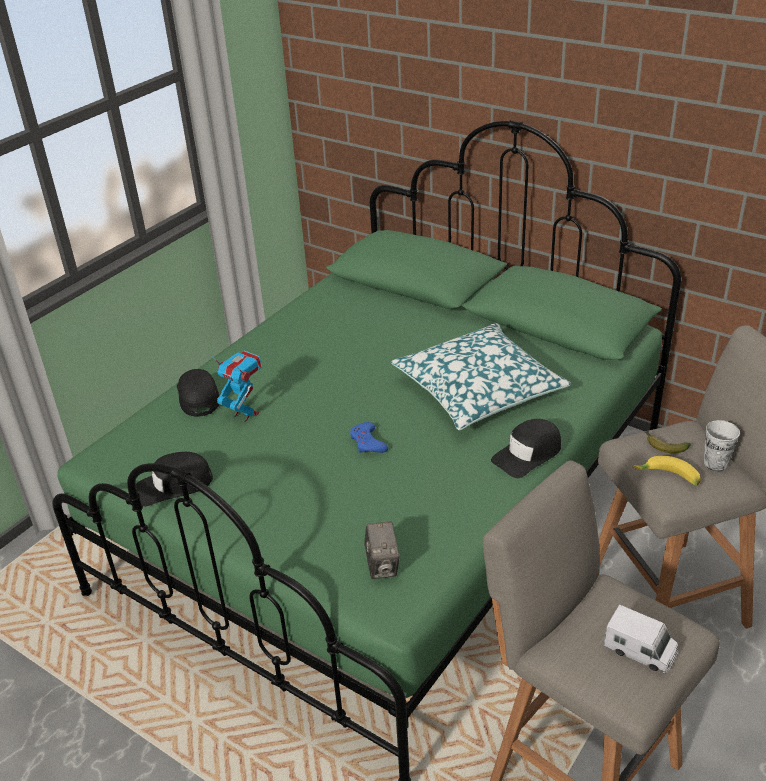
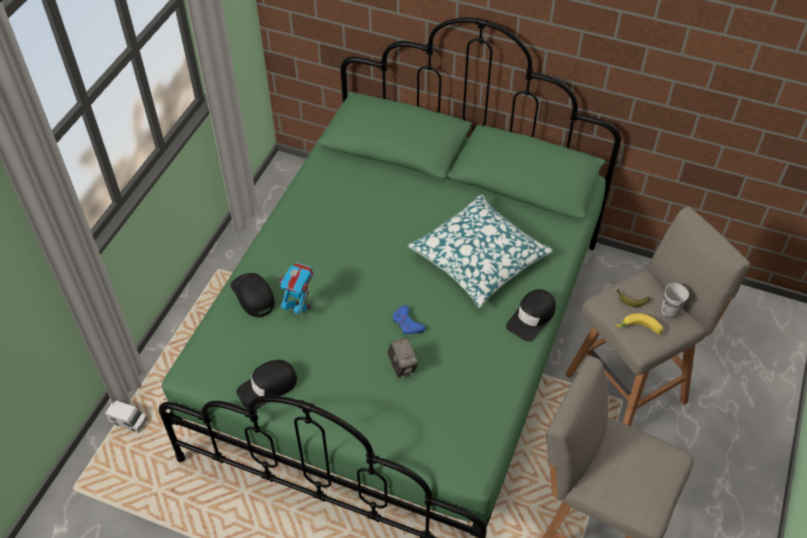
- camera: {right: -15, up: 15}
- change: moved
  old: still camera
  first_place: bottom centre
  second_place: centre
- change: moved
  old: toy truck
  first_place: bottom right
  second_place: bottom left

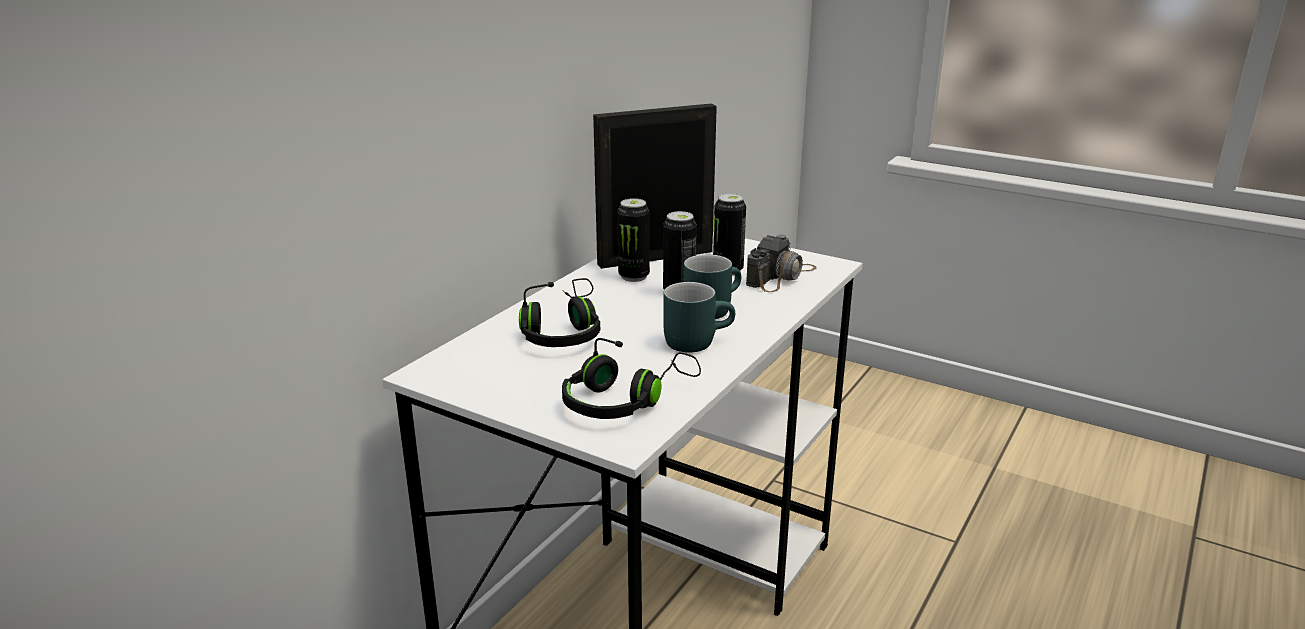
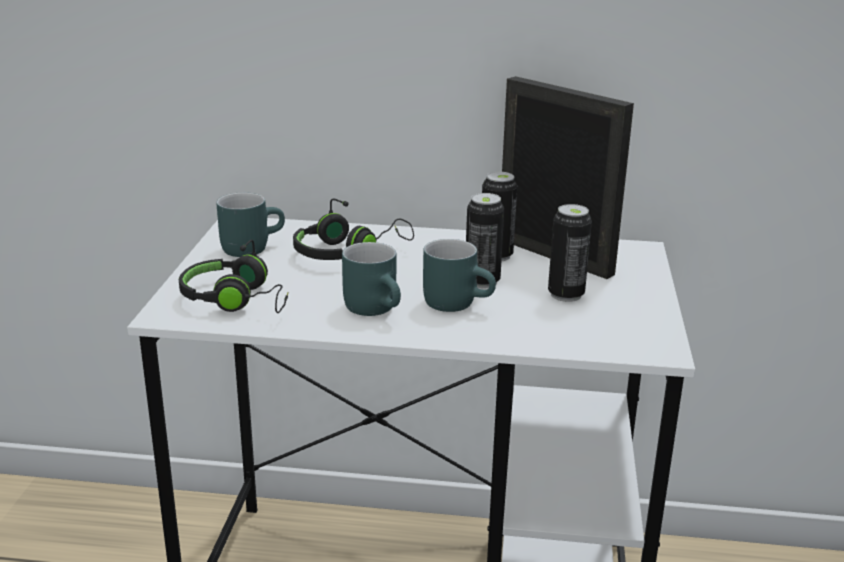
- camera: {right: 65, up: 0}
- change: removed
  old: still camera
  first_place: centre
- change: added
  new: coffee mug (turquoise-coloured) (1st from left)
  second_place: middle left

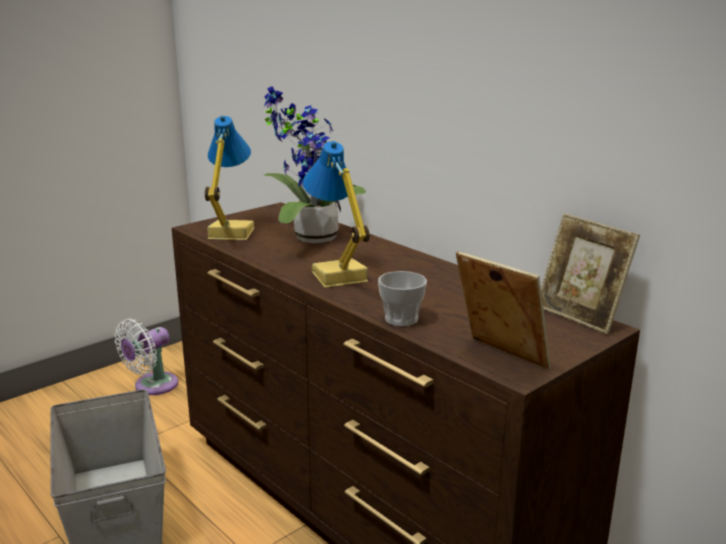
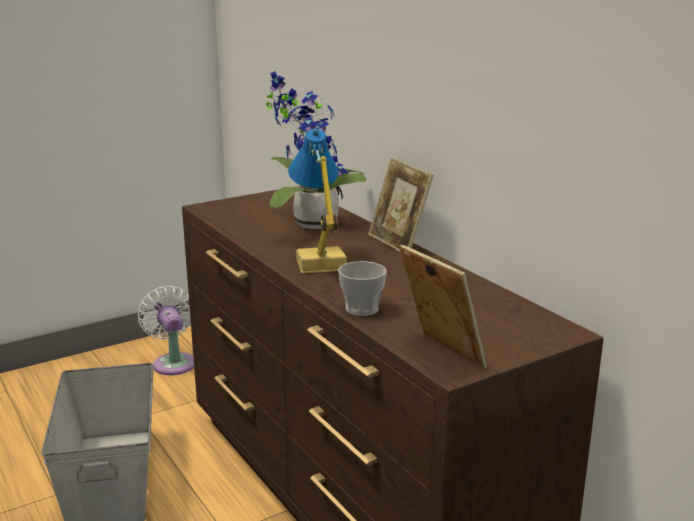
- camera: {right: 10, up: 0}
- change: removed
  old: tabletop lamp (1st from left)
  first_place: top left
- change: moved
  old: photo frame (2nd from left in the first image)
  new: photo frame (1st from left)
  first_place: middle right
  second_place: centre
- change: turned
  old: electric fan (white)
  first_place: middle left
  second_place: middle left
  degrees: 105

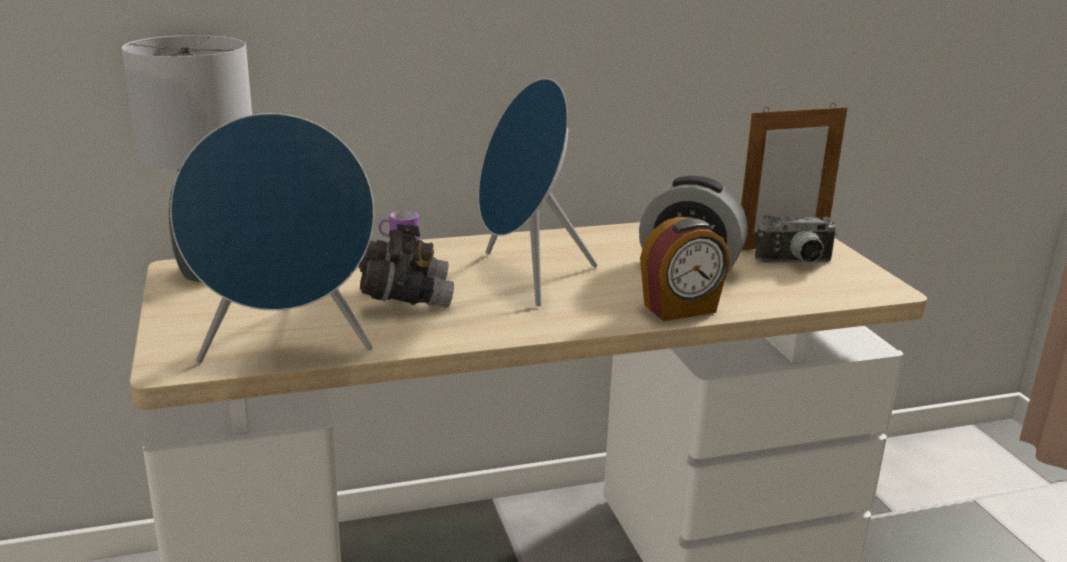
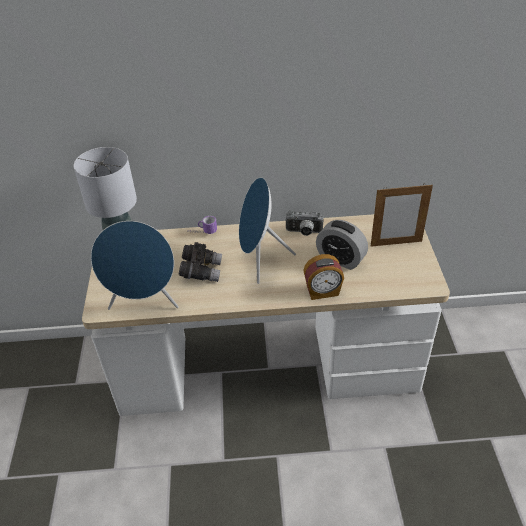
- camera: {right: 15, up: 20}
- change: moved
  old: still camera
  first_place: middle right
  second_place: centre

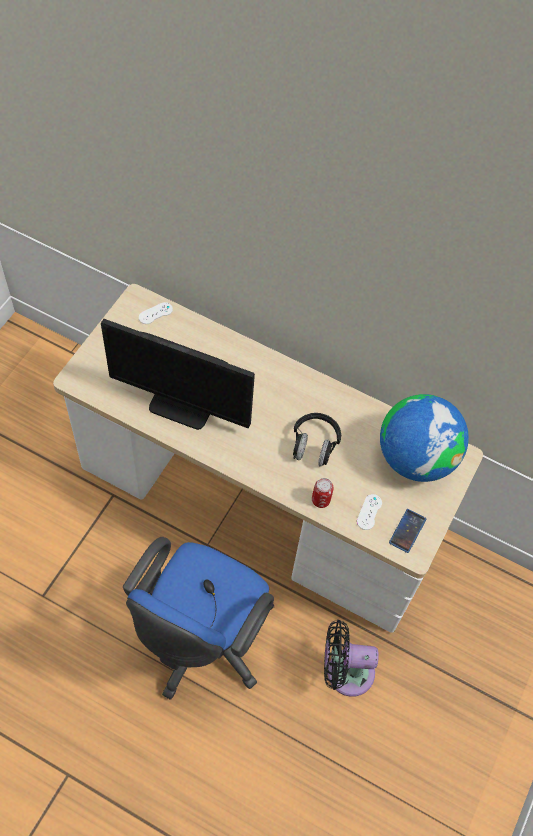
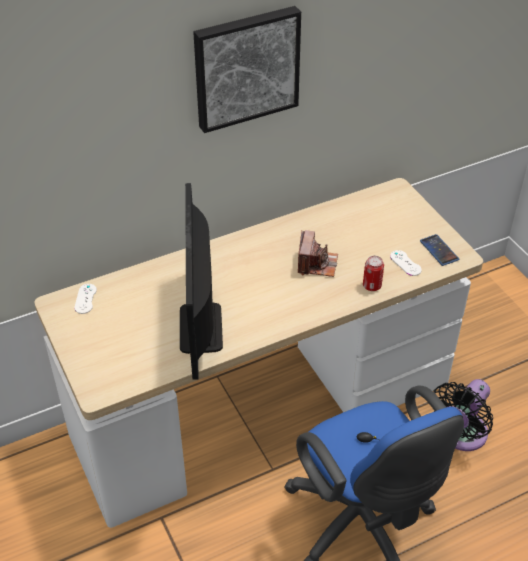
- camera: {right: -50, up: -15}
- change: removed
  old: globe
  first_place: middle right
- change: added
  new: wall art
  second_place: top centre
- change: replaced
  old: headset (black)
  new: still camera
  first_place: centre
  second_place: centre
- change: turned
  old: computer display
  first_place: centre
  second_place: centre
  degrees: 120

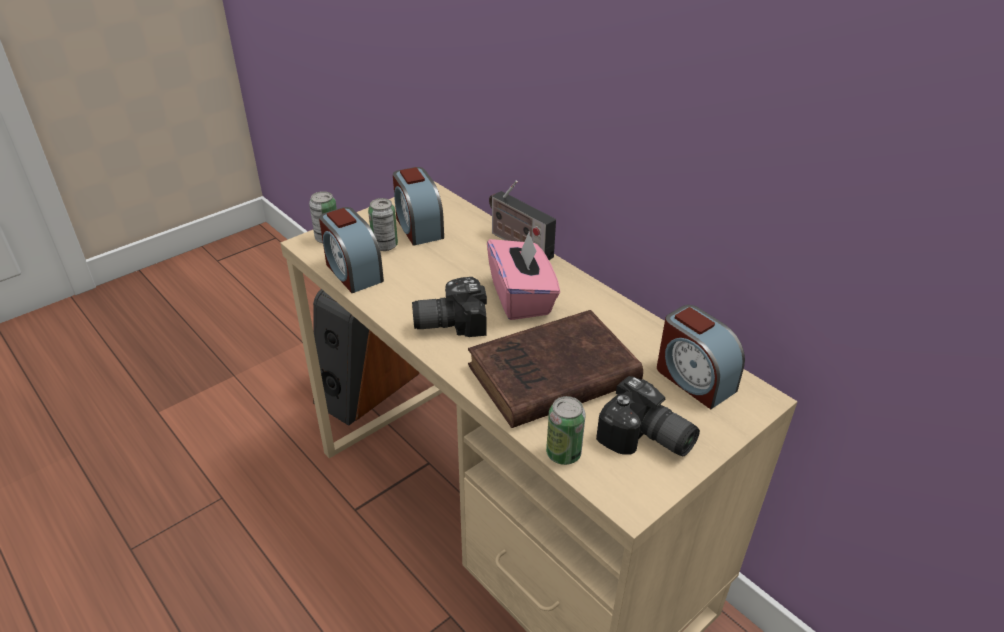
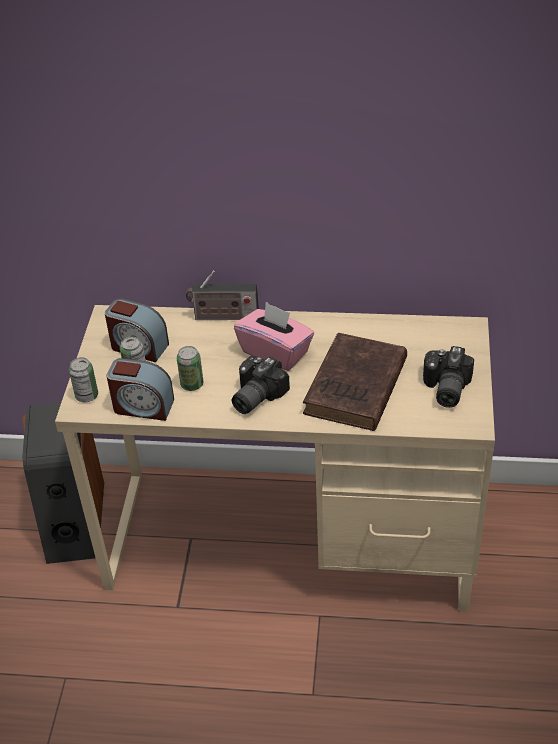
- camera: {right: -40, up: 5}
- change: removed
  old: alarm clock (3rd from left)
  first_place: middle right
- change: moved
  old: sealed can (3rd from left)
  first_place: bottom centre
  second_place: centre
- change: turned
  old: still camera (2nd from left)
  first_place: centre
  second_place: middle right
  degrees: 105

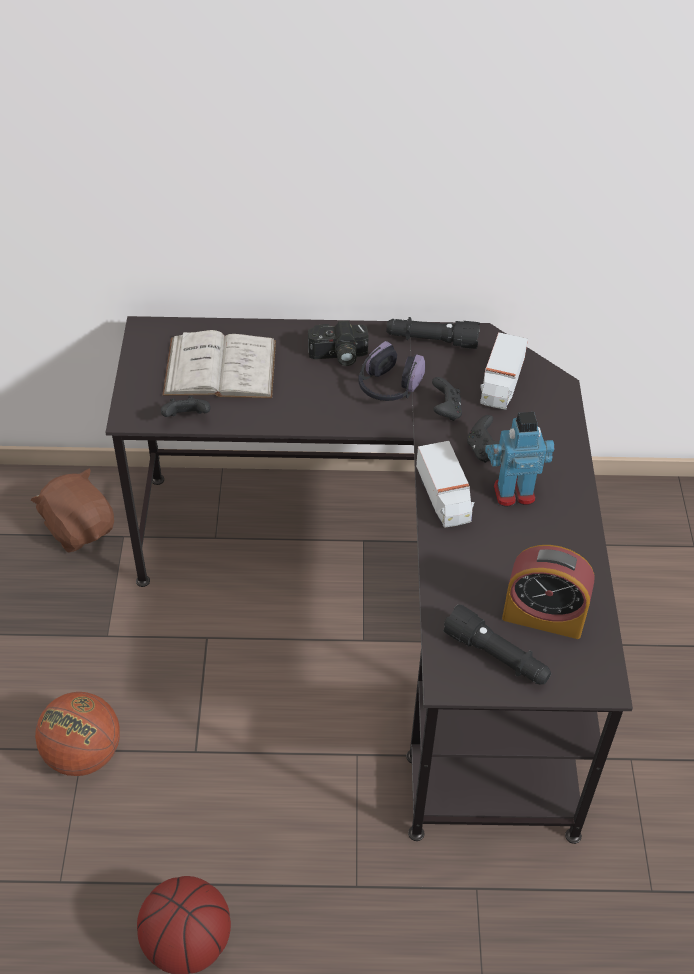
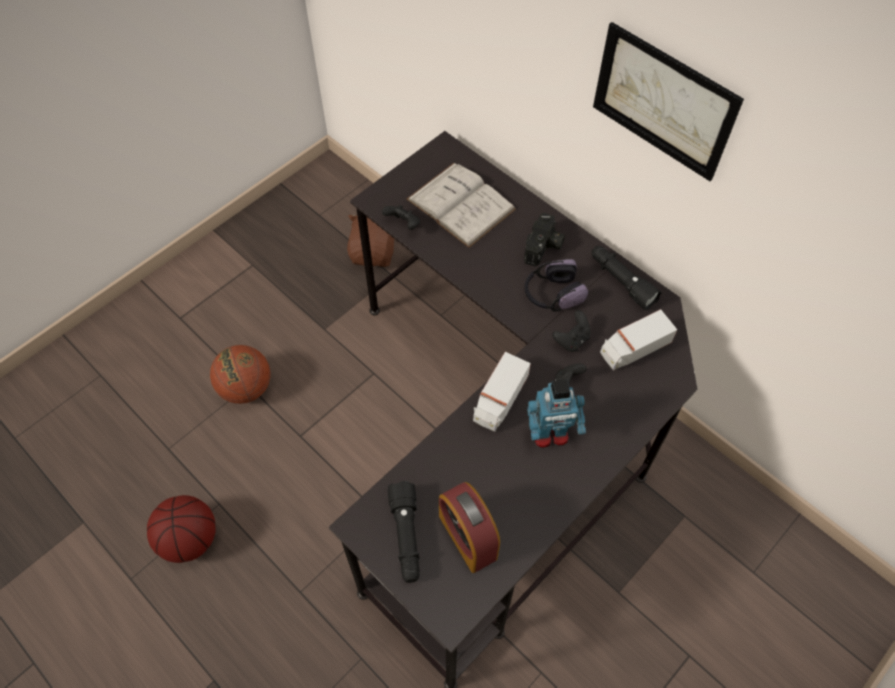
- camera: {right: 45, up: 10}
- change: added
  new: wall art
  second_place: top right
- change: turned
  old: still camera
  first_place: centre
  second_place: centre
  degrees: -105
- change: turned
  old: robot figure
  first_place: middle right
  second_place: centre
  degrees: 135

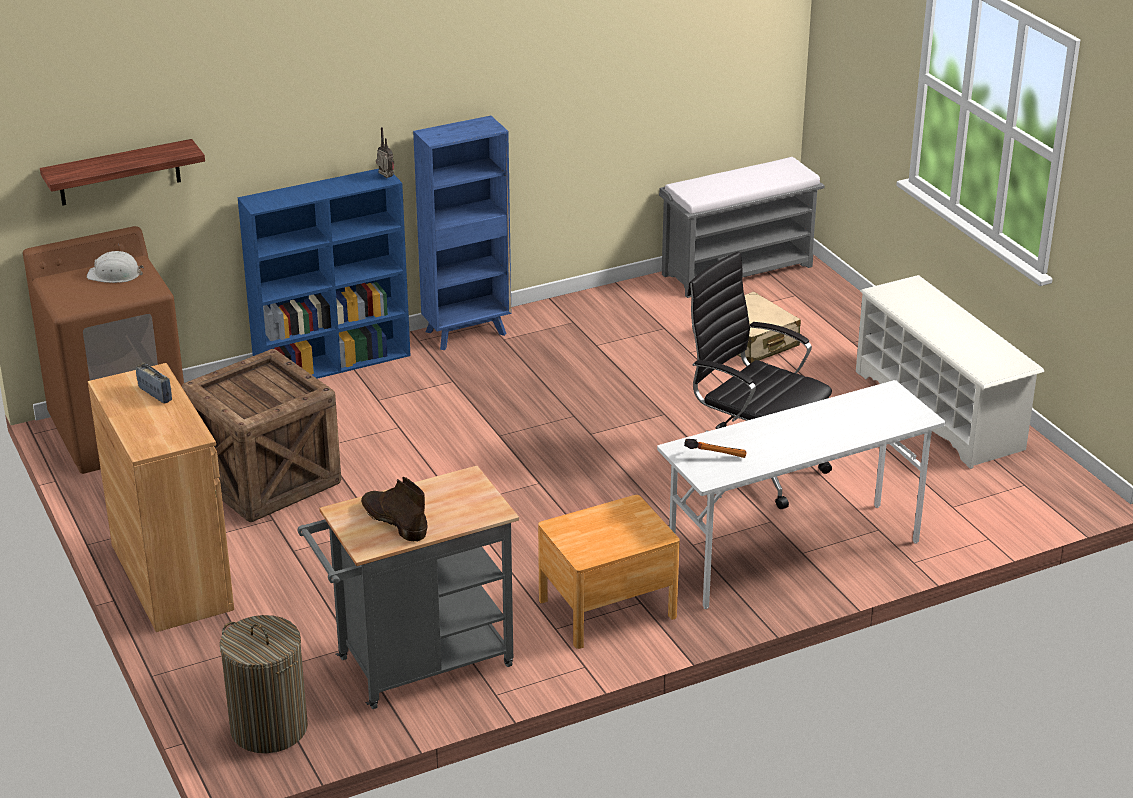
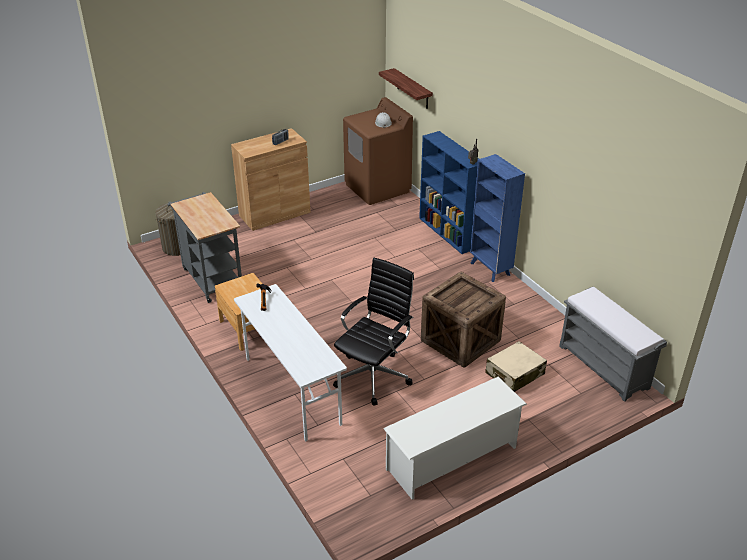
- camera: {right: 85, up: 5}
- change: removed
  old: high-top boot (brownish)
  first_place: centre
- change: moved
  old: crate
  first_place: middle left
  second_place: centre

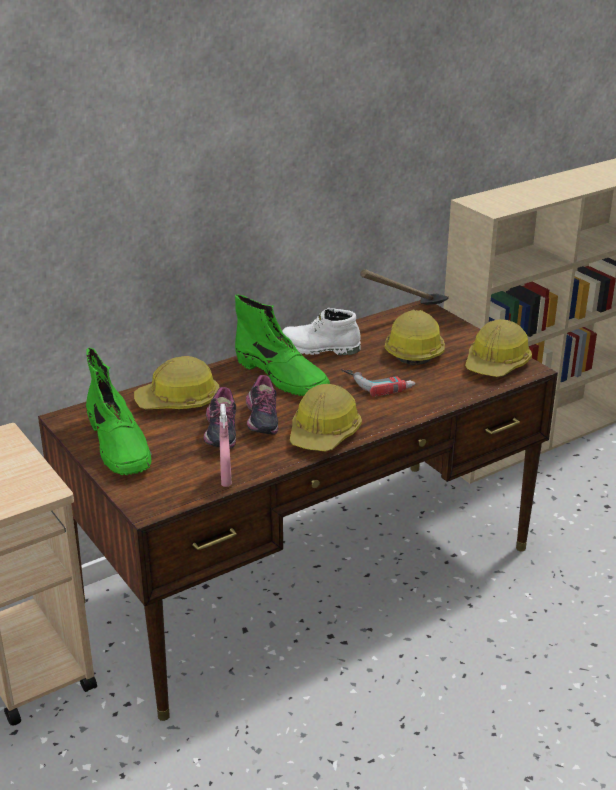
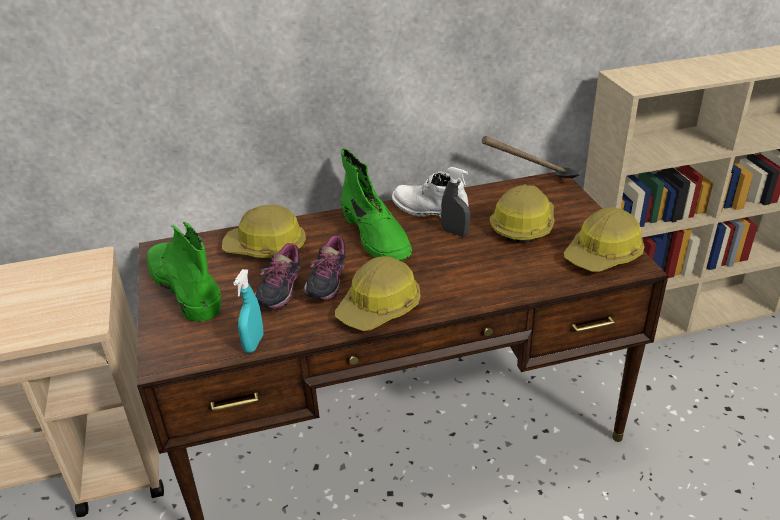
- camera: {right: 20, up: 5}
- change: removed
  old: power drill
  first_place: centre
- change: added
  new: hand sprayer (gray)
  second_place: centre
- change: recoloured
  old: hand sprayer (pink)
  new: hand sprayer (turquoise-coloured)
  first_place: centre
  second_place: middle left
- change: turned
  old: high-top boot (green-coloured) (1st from left)
  first_place: middle left
  second_place: middle left
  degrees: 150

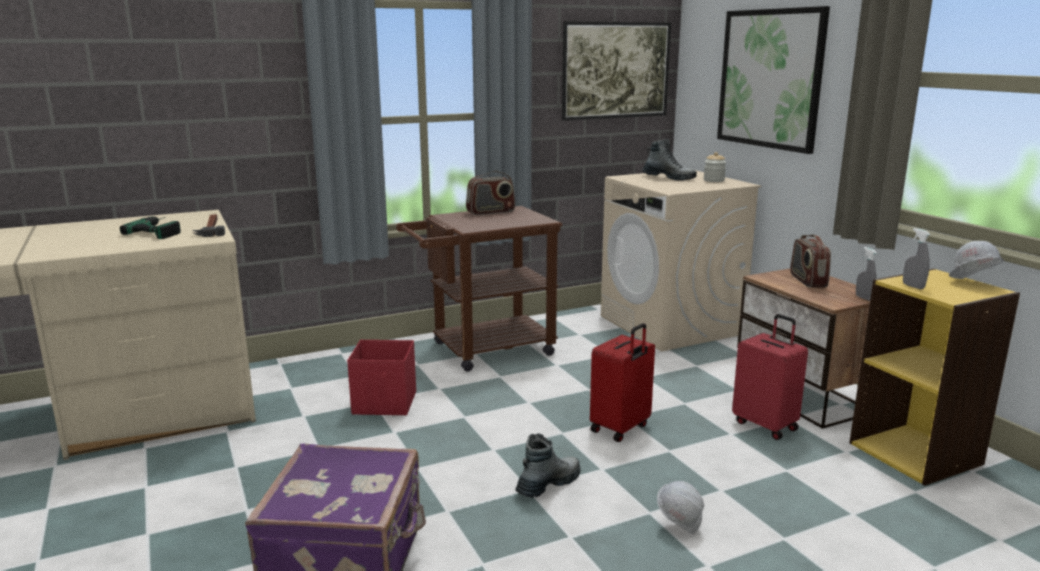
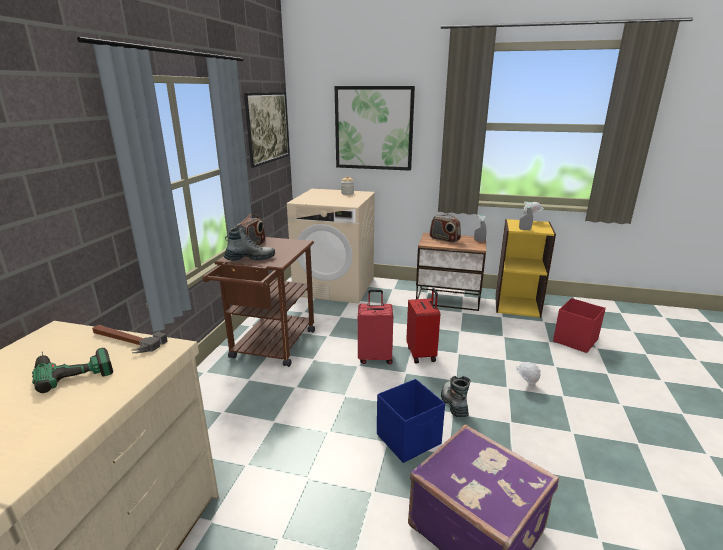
- camera: {right: -50, up: 5}
- change: added
  new: storage container (blue)
  second_place: bottom centre
- change: moved
  old: storage container (red-coloured)
  first_place: centre
  second_place: middle right
- change: moved
  old: high-top boot (2nd from left in the first image)
  new: high-top boot (1st from left)
  first_place: top centre
  second_place: centre
- change: moved
  old: suitcase (red-coloured) (2nd from left in the first image)
  new: suitcase (red-coloured) (1st from left)
  first_place: middle right
  second_place: centre

